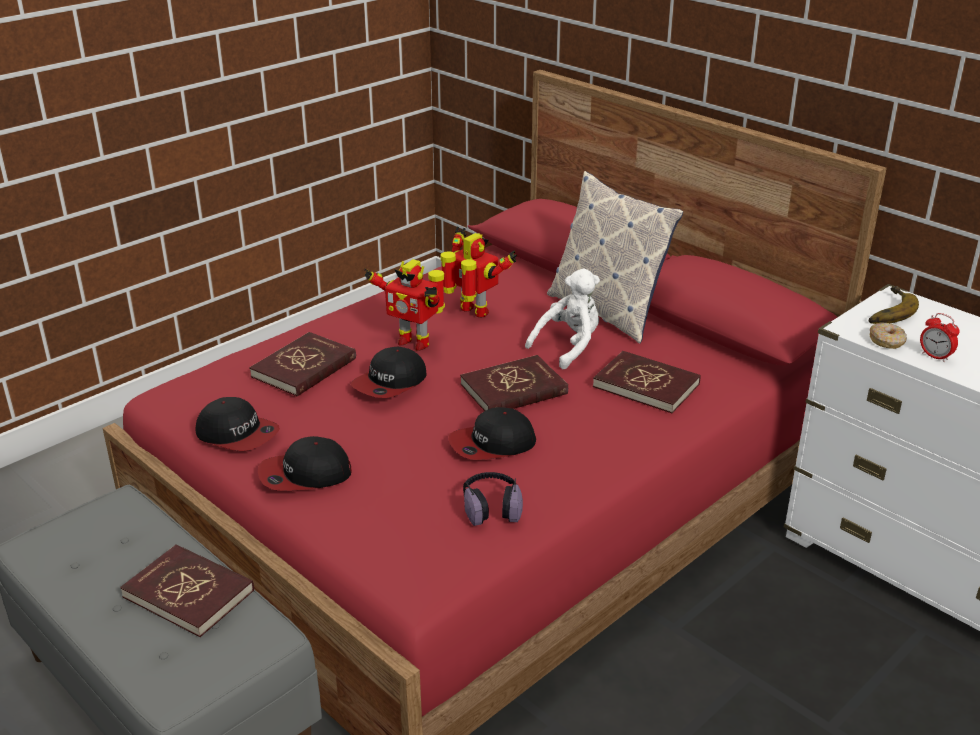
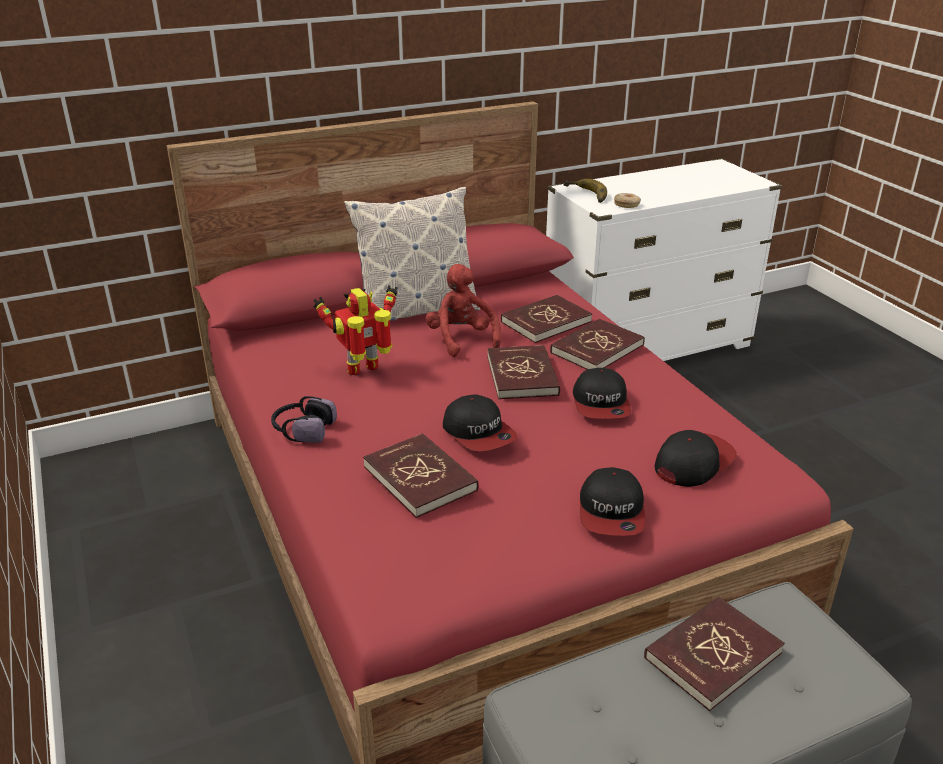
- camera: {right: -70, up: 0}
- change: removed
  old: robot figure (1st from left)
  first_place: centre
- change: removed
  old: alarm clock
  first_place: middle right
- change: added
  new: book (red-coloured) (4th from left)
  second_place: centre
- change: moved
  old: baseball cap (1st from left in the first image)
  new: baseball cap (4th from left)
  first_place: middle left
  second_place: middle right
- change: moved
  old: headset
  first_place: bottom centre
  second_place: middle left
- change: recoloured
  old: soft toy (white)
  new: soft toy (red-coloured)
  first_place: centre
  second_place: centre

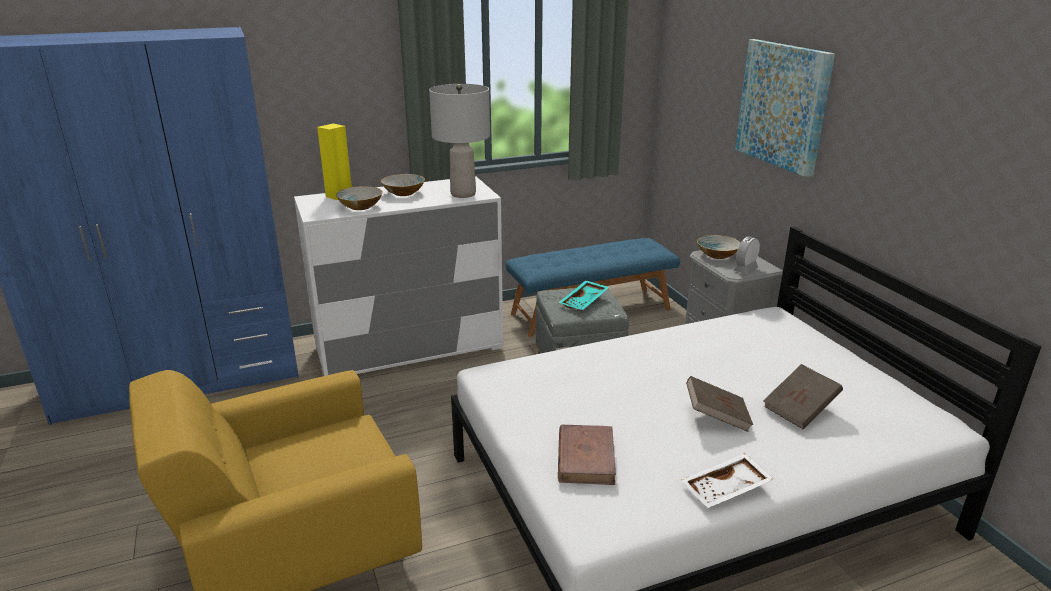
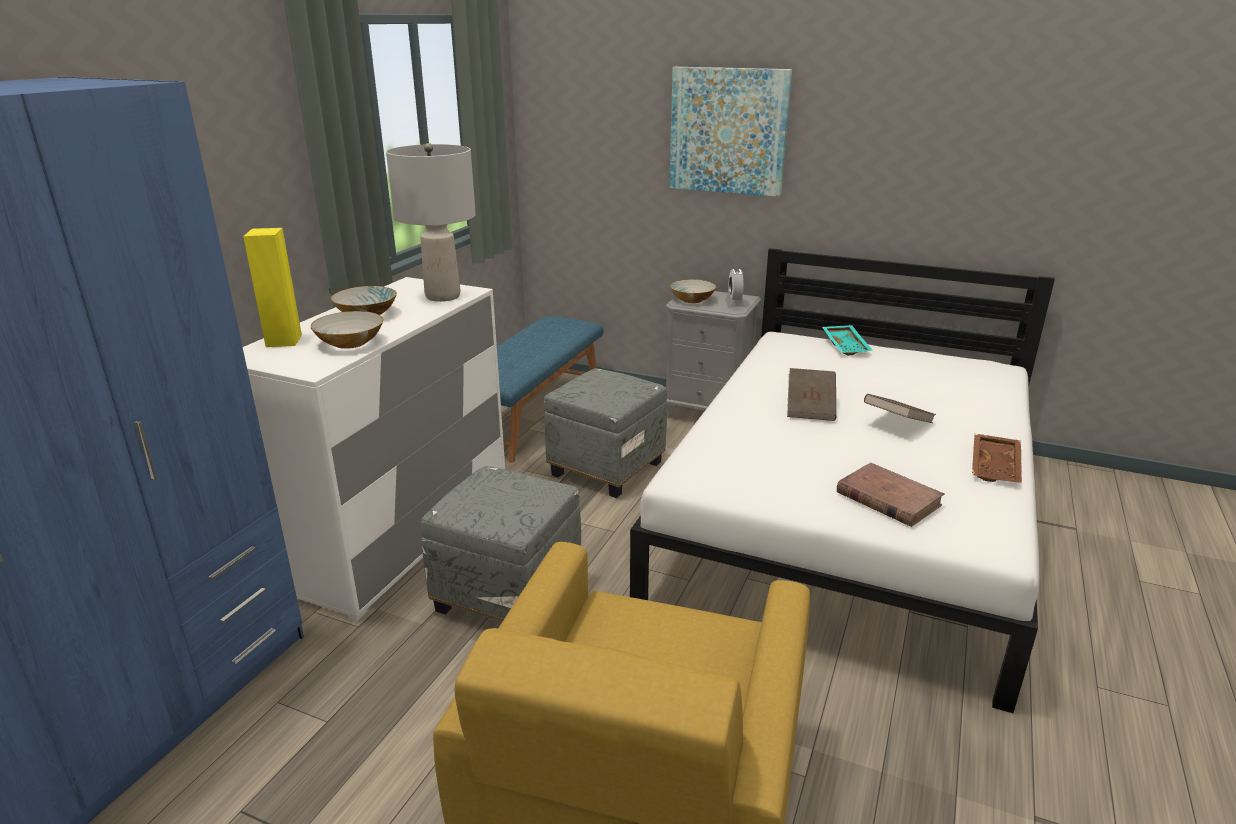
- camera: {right: -45, up: 0}
- change: added
  new: footrest (gray) (1st from left)
  second_place: centre
- change: moved
  old: carrying tray (turquoise-coloured)
  first_place: centre
  second_place: middle right
- change: moved
  old: book (brownish) (3rd from left in the first image)
  new: book (brownish) (1st from left)
  first_place: bottom right
  second_place: centre
- change: recoloured
  old: carrying tray (white)
  new: carrying tray (brownish)
  first_place: bottom right
  second_place: middle right

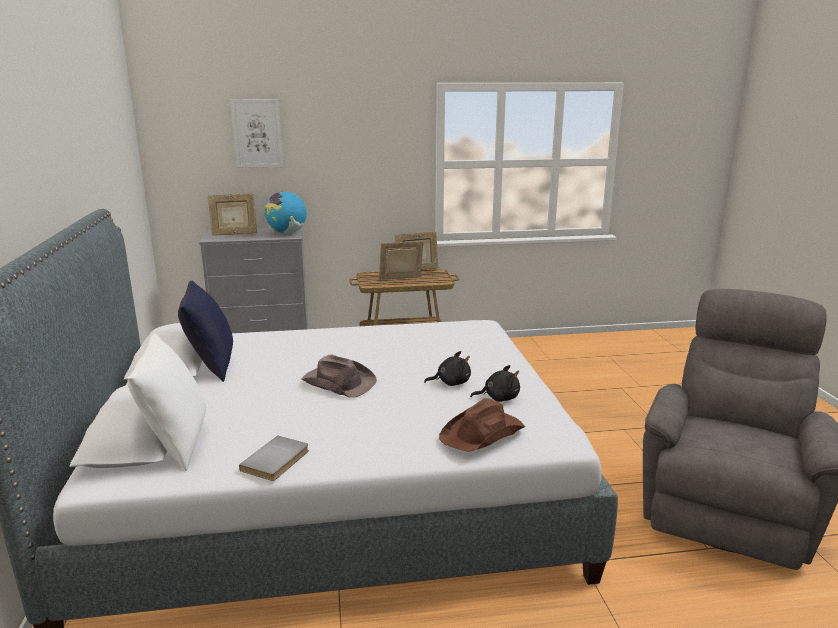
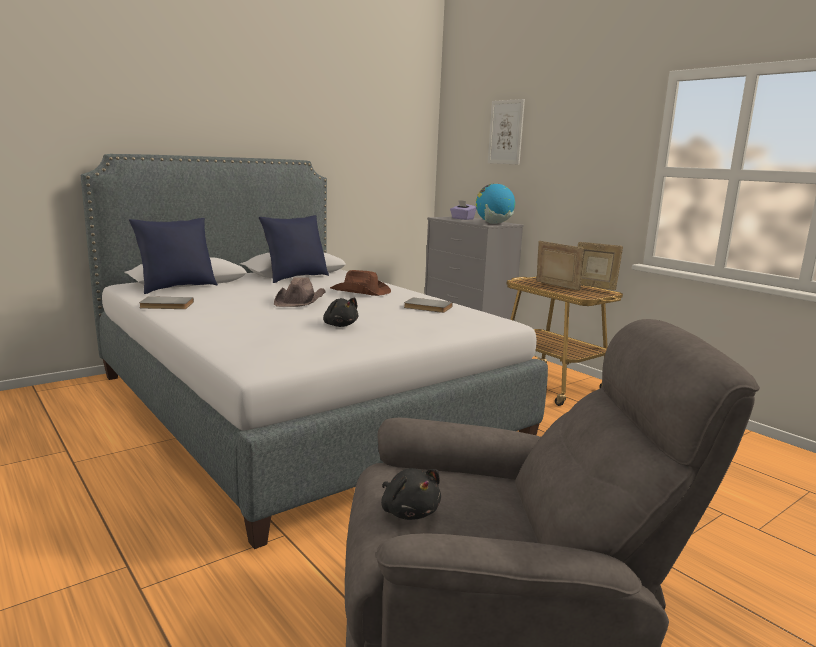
- camera: {right: 60, up: -5}
- change: added
  new: book (gray) (2nd from left)
  second_place: centre
- change: moved
  old: wearable hat (brownish) (2nd from left)
  first_place: bottom centre
  second_place: centre
- change: moved
  old: soft toy (black) (2nd from left)
  first_place: centre
  second_place: bottom centre
- change: replaced
  old: photo frame (1st from left)
  new: tissue box (purplish)
  first_place: middle left
  second_place: top centre
- change: recoloured
  old: throw pillow (white)
  new: throw pillow (blue) (1st from left)
  first_place: middle left
  second_place: middle left

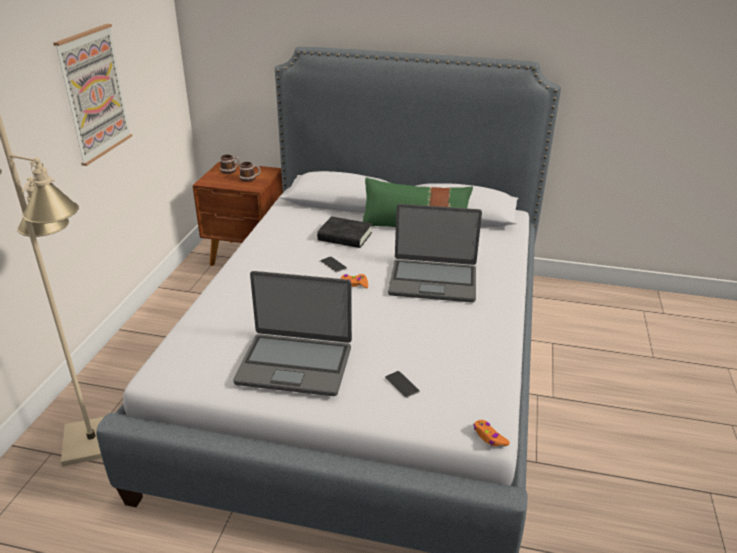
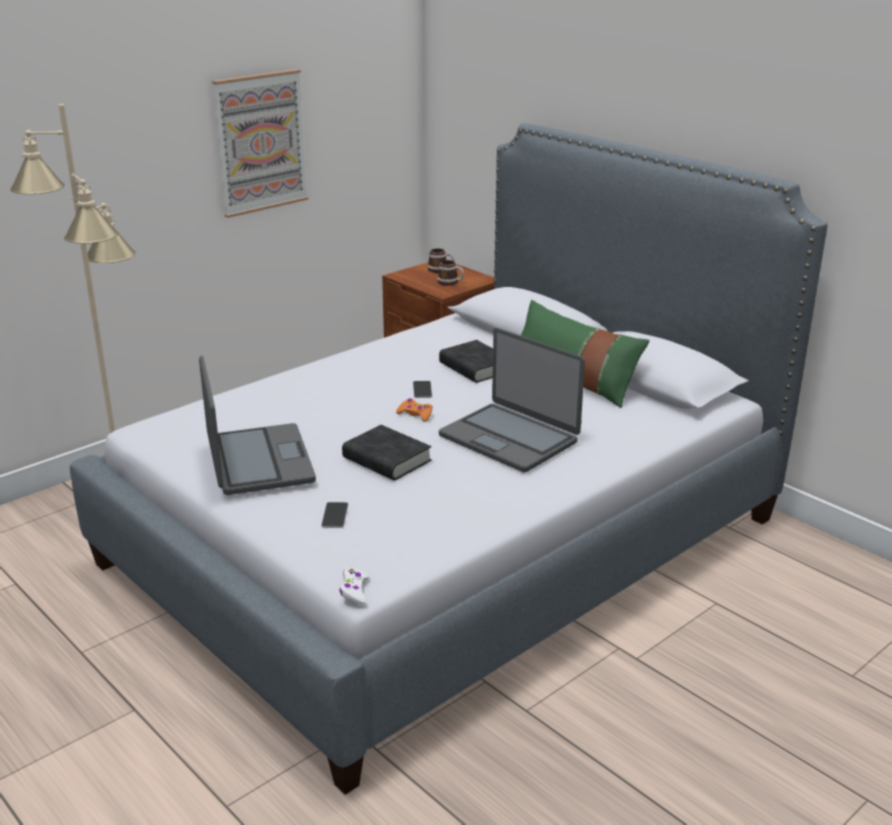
- camera: {right: 35, up: -5}
- change: added
  new: book (black) (1st from left)
  second_place: centre
- change: recoloured
  old: joypad (orangey) (2nd from left)
  new: joypad (white)
  first_place: bottom centre
  second_place: bottom centre
- change: turned
  old: portable computer (1st from left)
  first_place: centre
  second_place: middle left
  degrees: -150

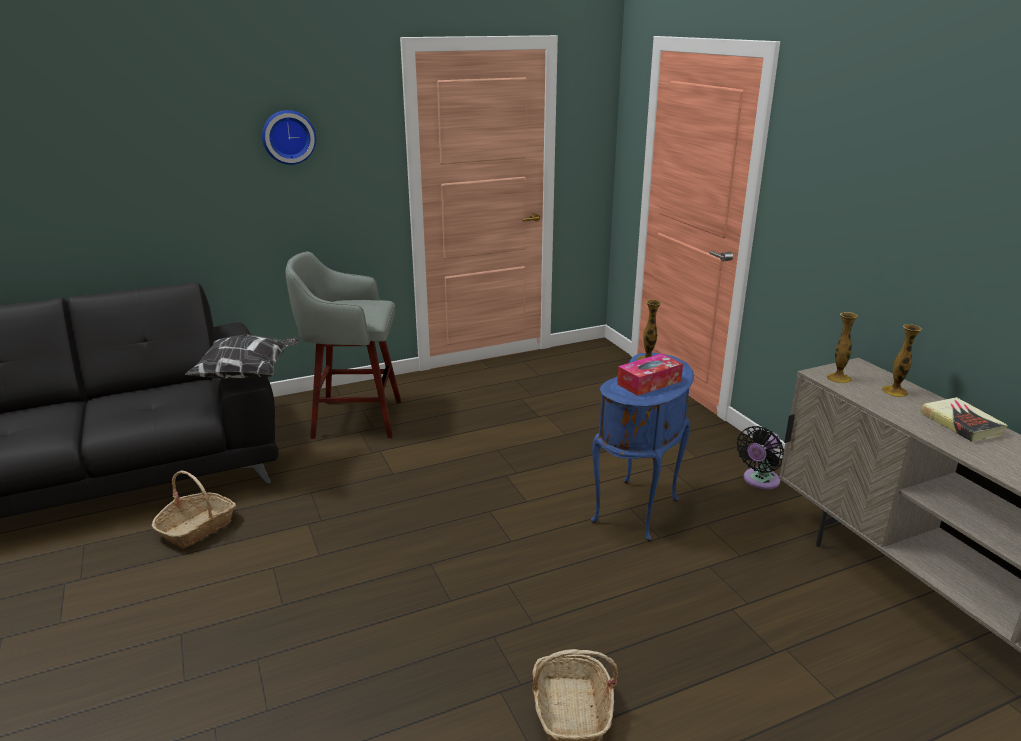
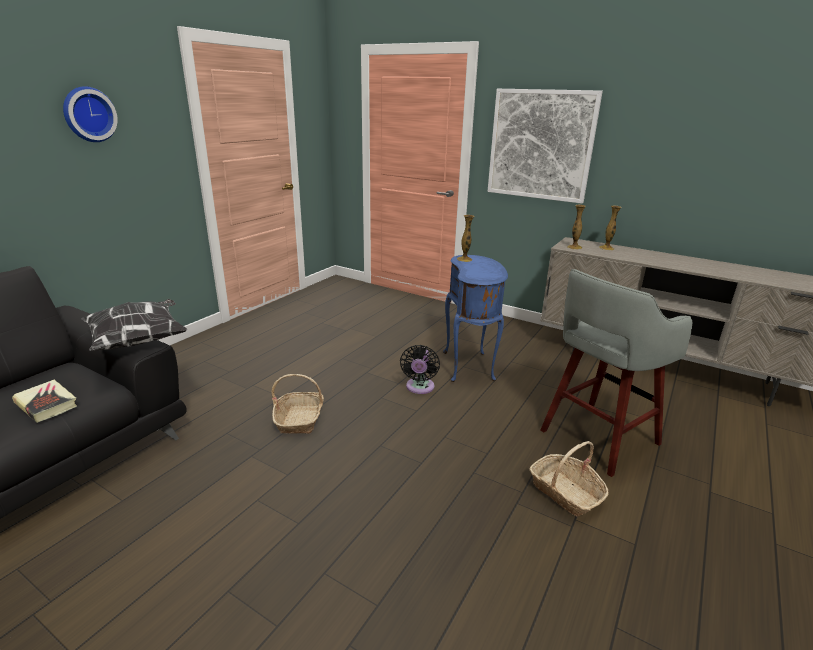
- camera: {right: -35, up: 0}
- change: removed
  old: tissue box
  first_place: centre
- change: added
  new: wall art
  second_place: top right
- change: moved
  old: household basket (1st from left)
  first_place: bottom left
  second_place: centre
- change: moved
  old: sitting stool (gray)
  first_place: centre
  second_place: middle right
- change: moved
  old: electric fan (black)
  first_place: middle right
  second_place: centre
- change: moved
  old: book
  first_place: middle right
  second_place: middle left

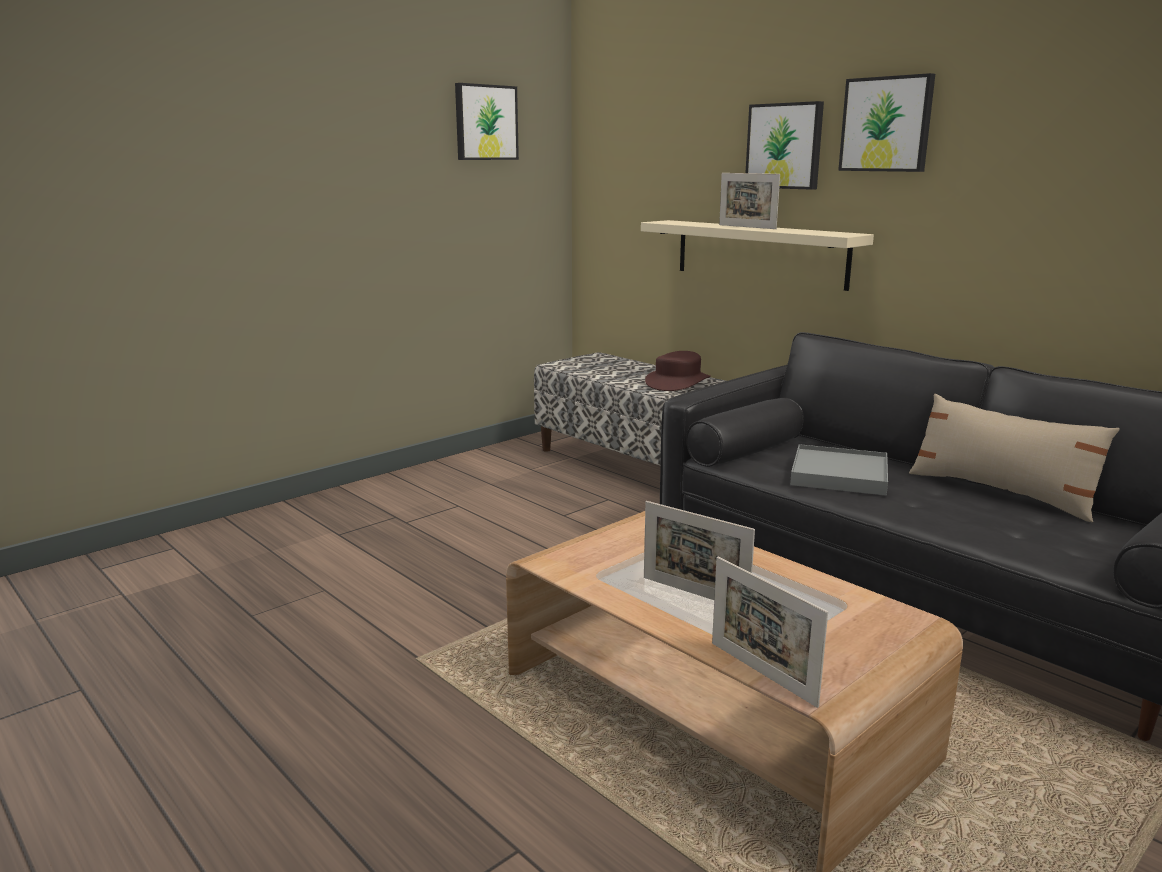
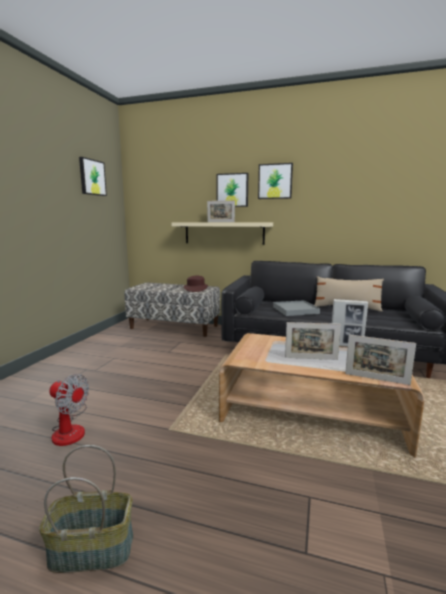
- camera: {right: -30, up: -5}
- change: added
  new: household basket
  second_place: bottom left
- change: added
  new: electric fan
  second_place: bottom left
- change: added
  new: photo frame (3rd from left)
  second_place: middle right

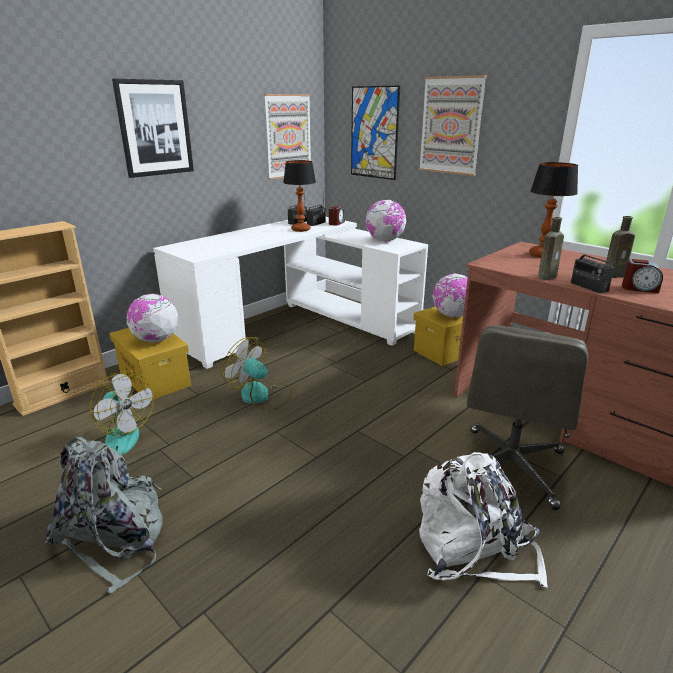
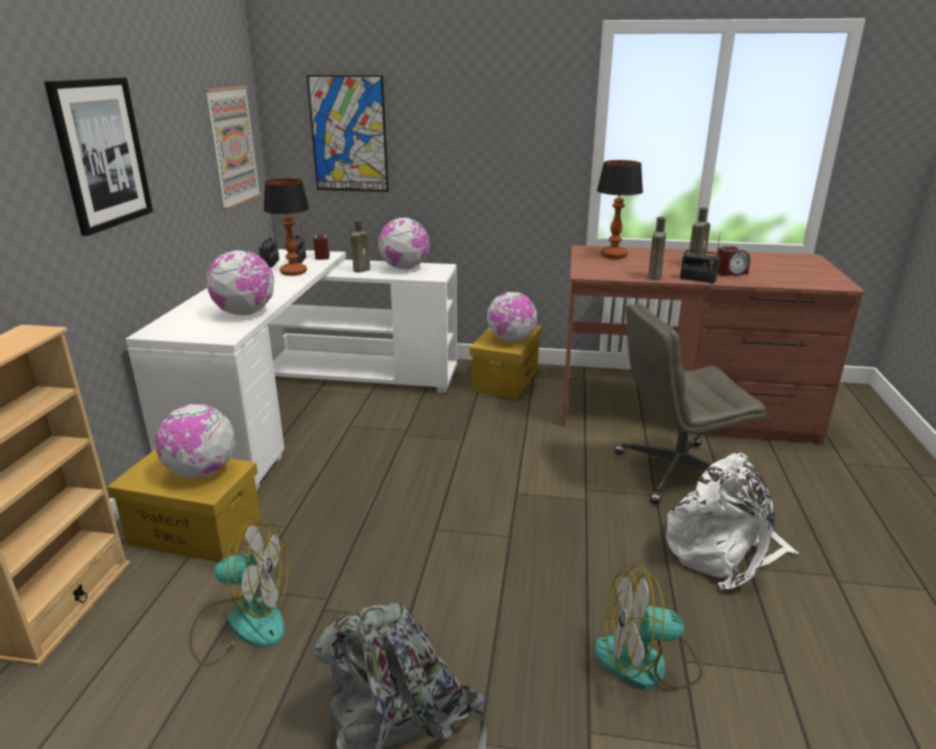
- camera: {right: -35, up: 0}
- change: removed
  old: wall art (4th from left)
  first_place: top right
- change: added
  new: globe (2nd from left)
  second_place: middle left
- change: added
  new: beverage bottle (brownish) (1st from left)
  second_place: top centre
- change: moved
  old: electric fan (2nd from left)
  first_place: centre
  second_place: bottom right
- change: turned
  old: desk chair (gray)
  first_place: middle right
  second_place: middle right
  degrees: 90

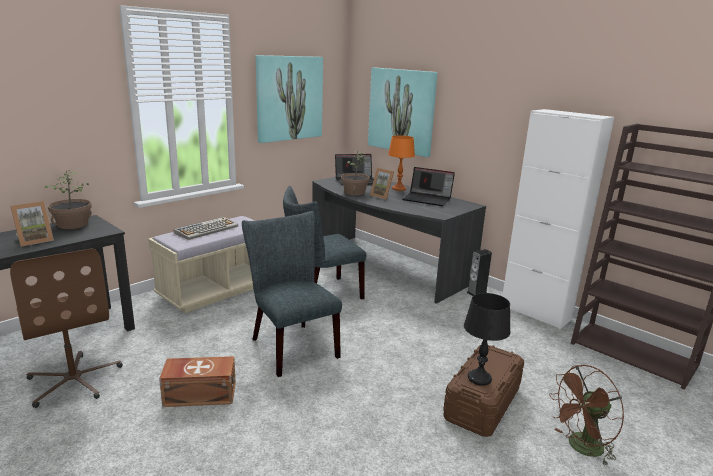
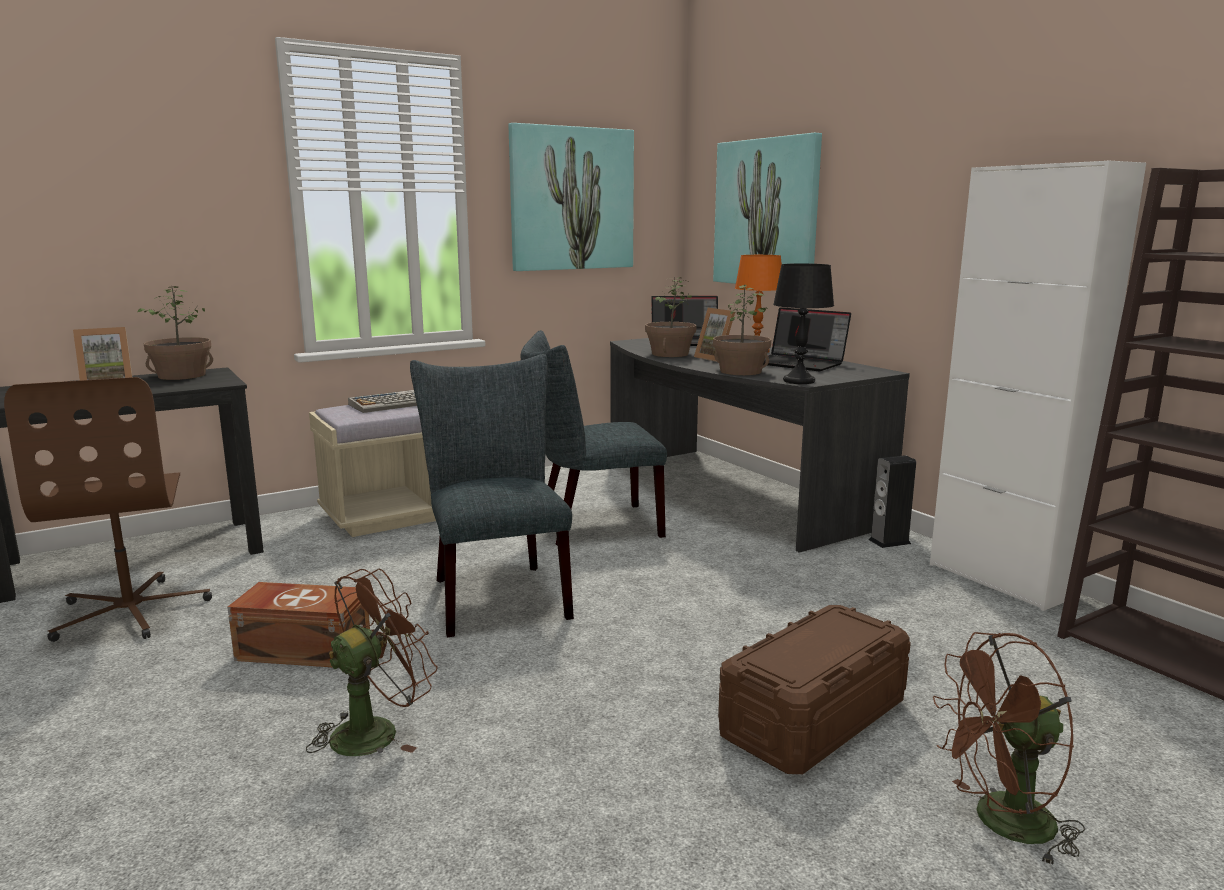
- camera: {right: 15, up: -5}
- change: added
  new: electric fan (brownish) (1st from left)
  second_place: bottom left
- change: added
  new: houseplant (3rd from left)
  second_place: centre
- change: moved
  old: tabletop lamp (black)
  first_place: bottom right
  second_place: centre

